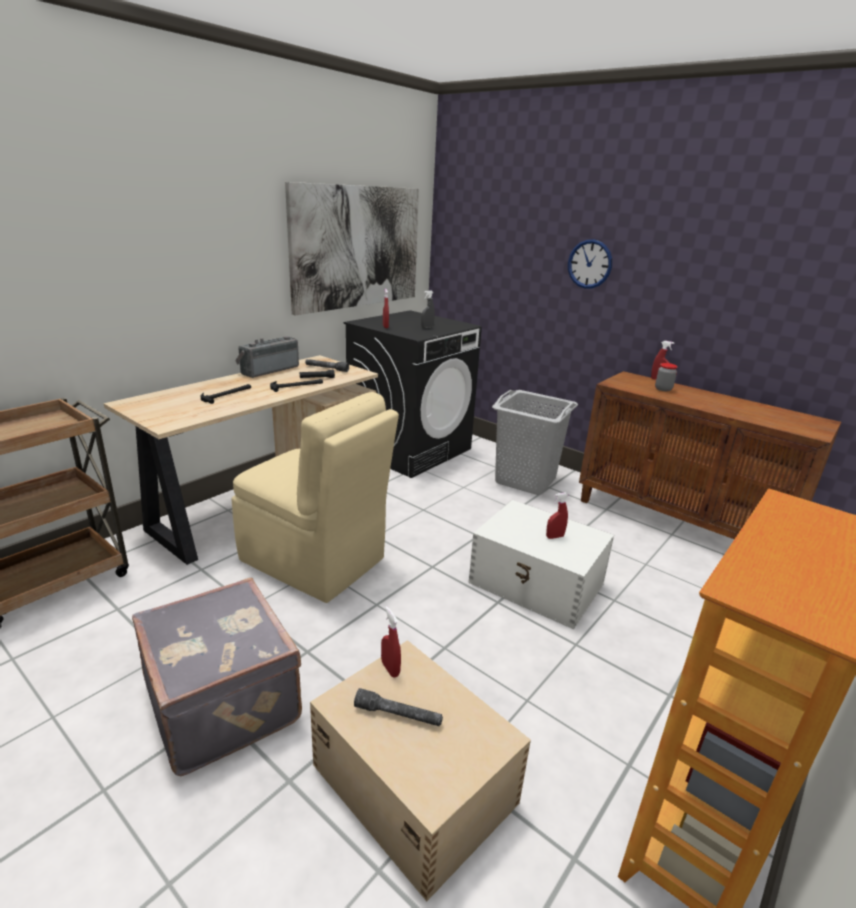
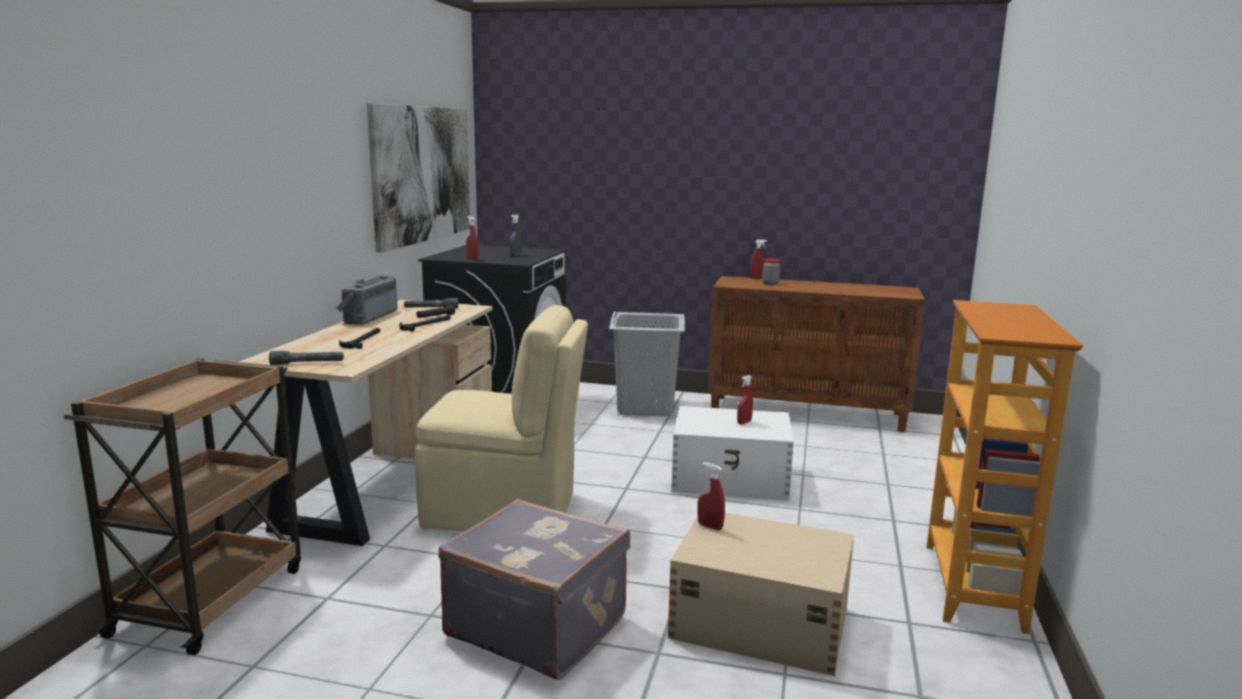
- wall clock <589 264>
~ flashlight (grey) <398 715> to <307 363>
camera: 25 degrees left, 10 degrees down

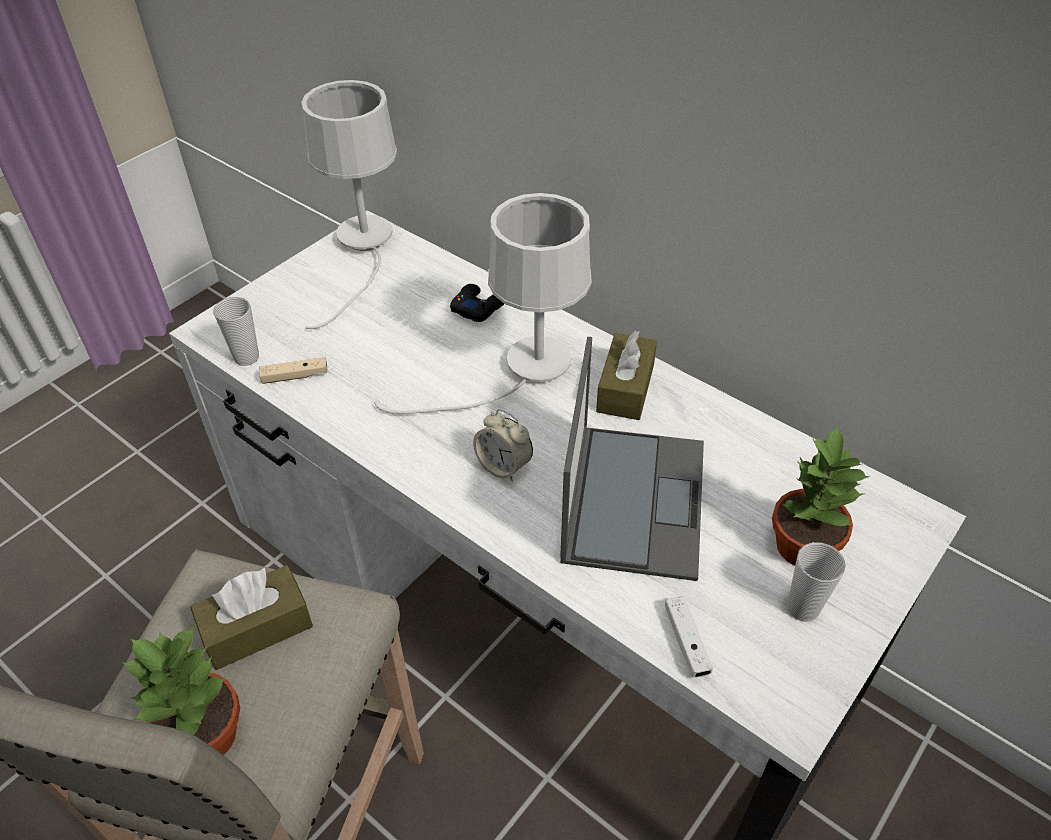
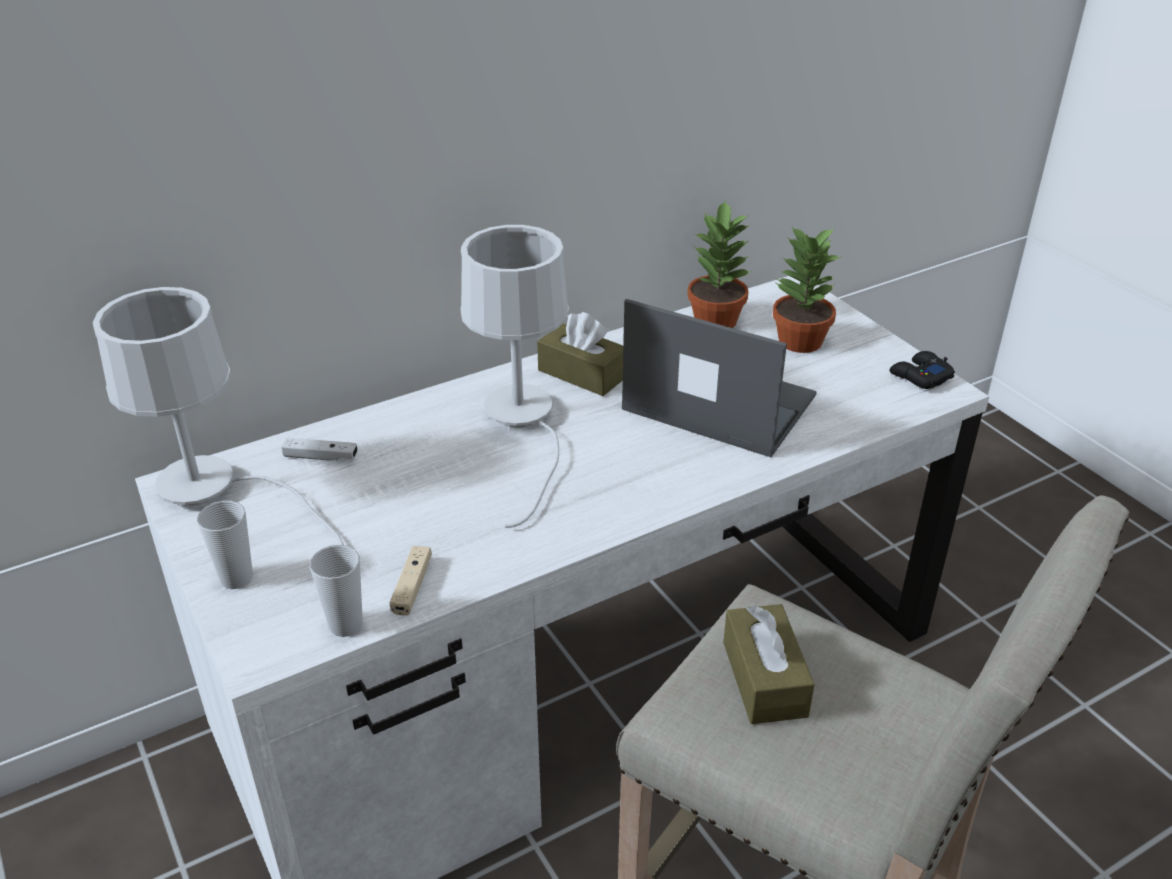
~ game controller (black) <477 307> to <920 376>
- alarm clock <503 466>
~ cup <803 608> to <236 578>
~ game controller (white) <686 642> to <321 457>
~ potted plant <207 737> to <716 321>
camera: 70 degrees left, 10 degrees down

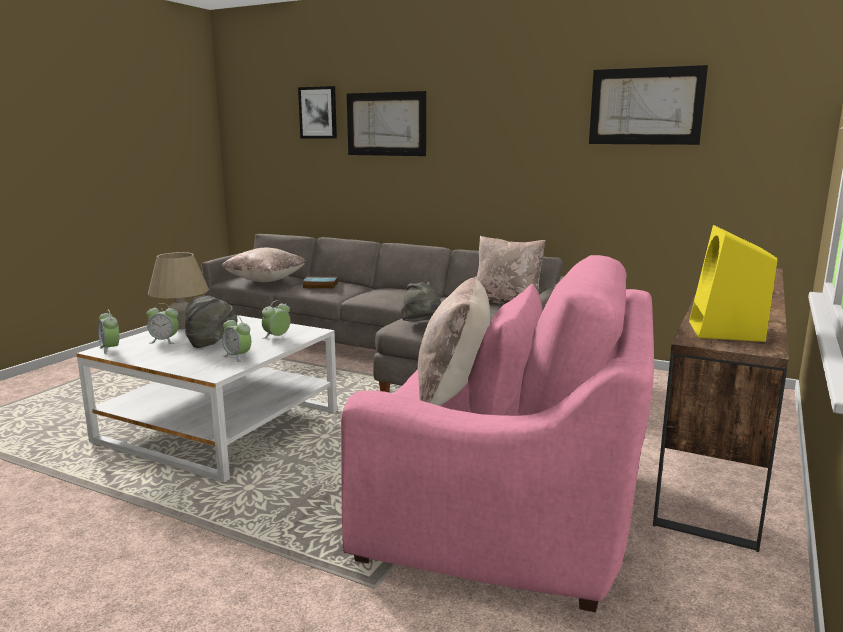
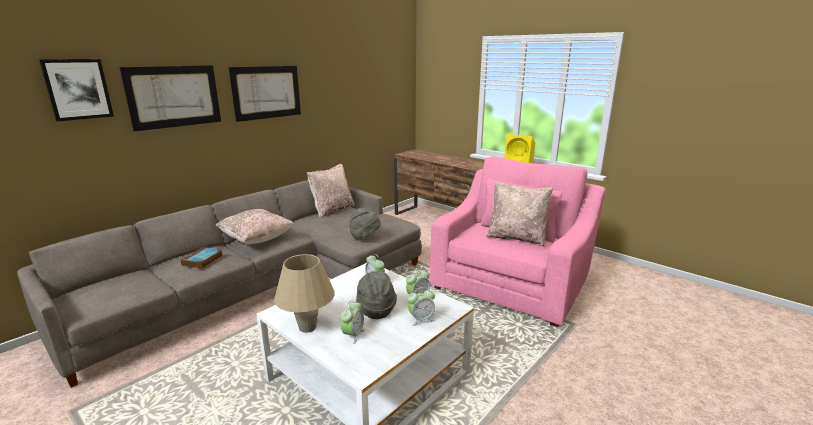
~ picture <645 106> to <267 92>
~ pillow (beige) <265 280> to <256 239>
~ alarm clock <110 349> to <421 319>
camera: 75 degrees left, 5 degrees up

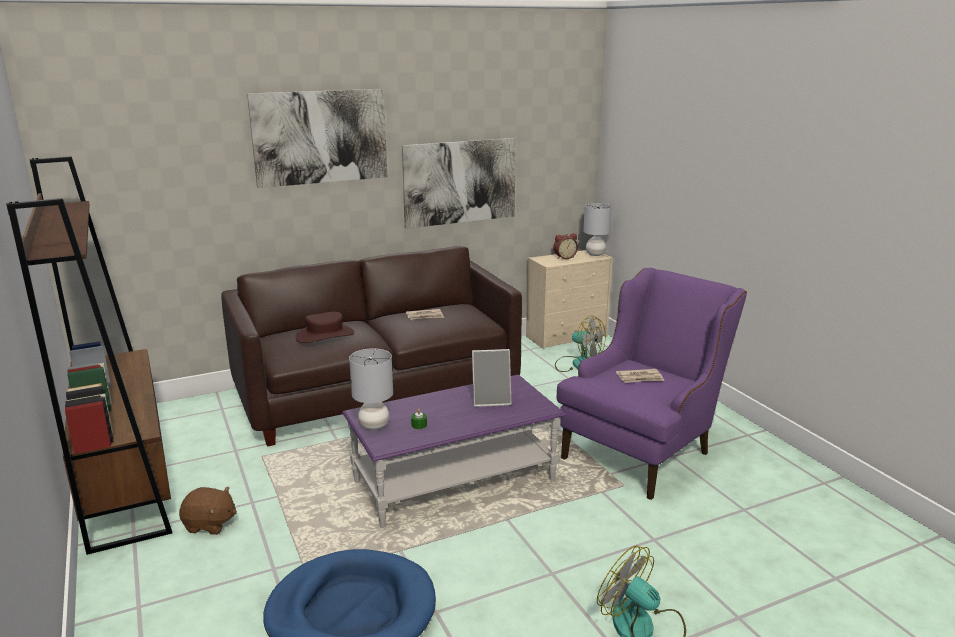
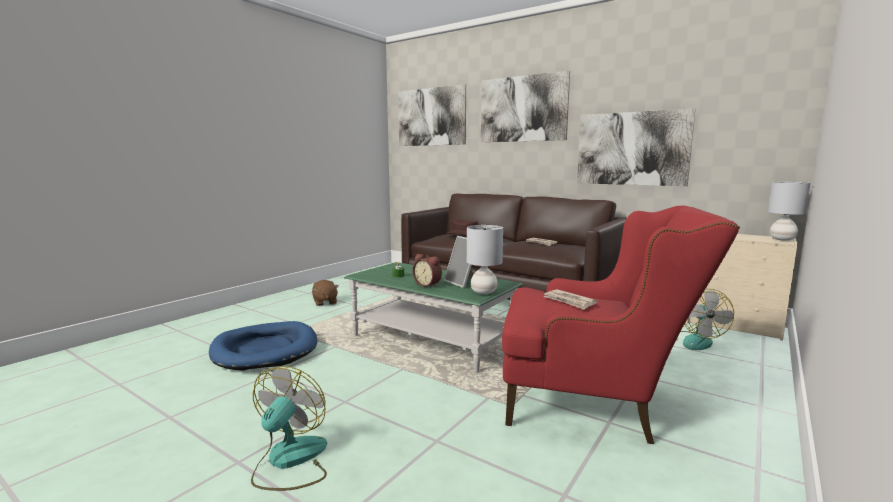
- bookcase (brown) <126 480>
~ alarm clock <564 257> to <428 285>
~ armchair (purple) <643 450> to armchair (red) <594 403>
~ table lamp (grey) <374 425> to <484 292>
~ coffee table (purple) <455 481> to coffee table (green) <431 341>
+ picture <431 117>
camera: 60 degrees right, 10 degrees down

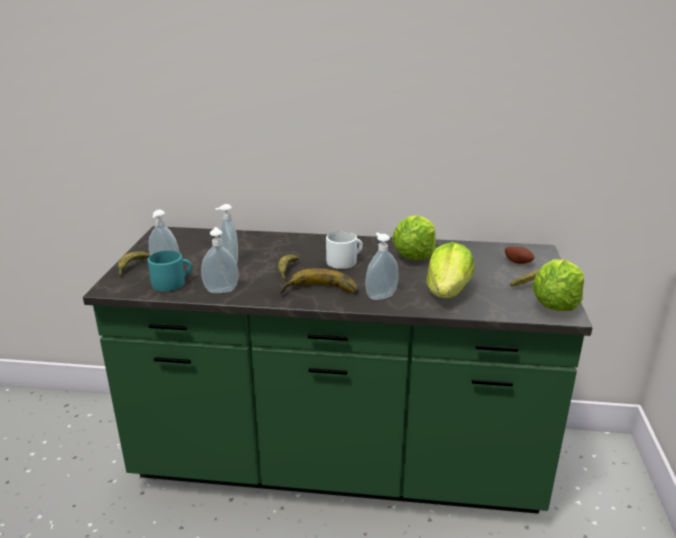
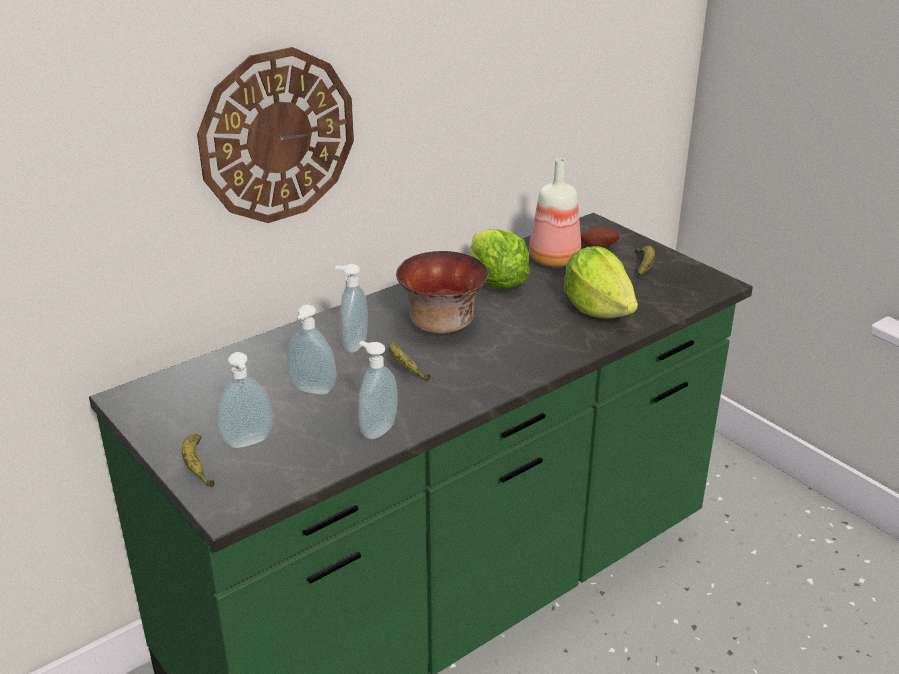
~ mug (white) <345 261> to bowl <441 323>
~ soap dispenser <380 296> to <353 345>
- mug (turquoise) <172 283>
- lettuce <555 304>
- banana <320 293>
+ wall clock <277 136>
+ bottle <556 260>
camera: 45 degrees left, 5 degrees up

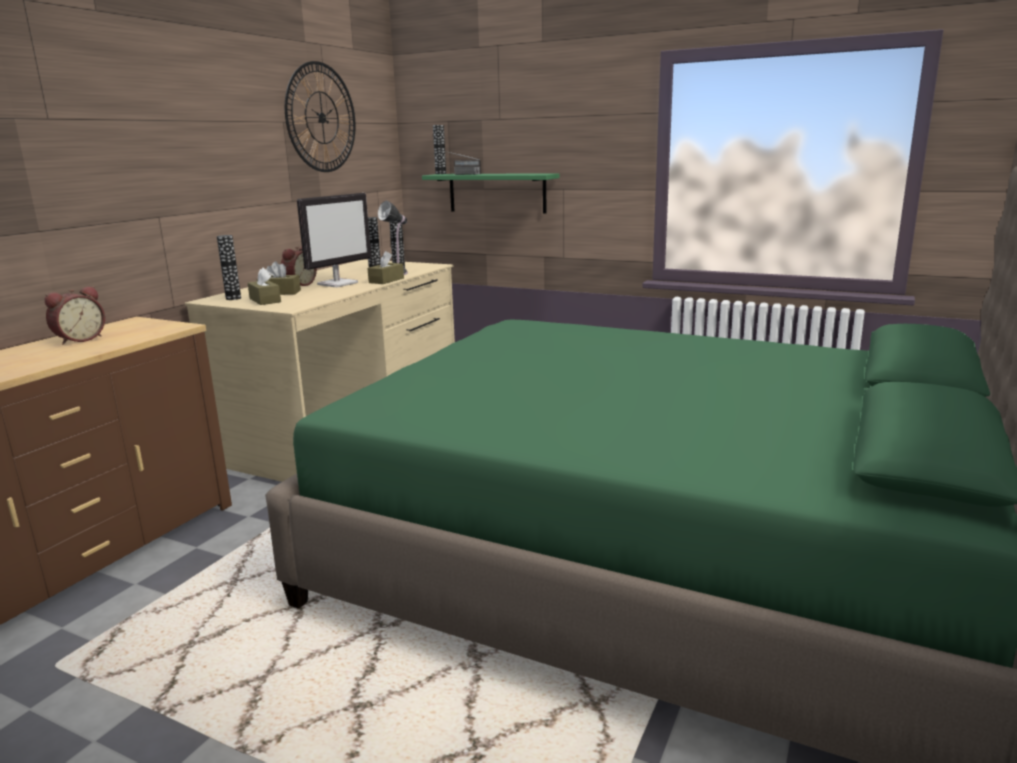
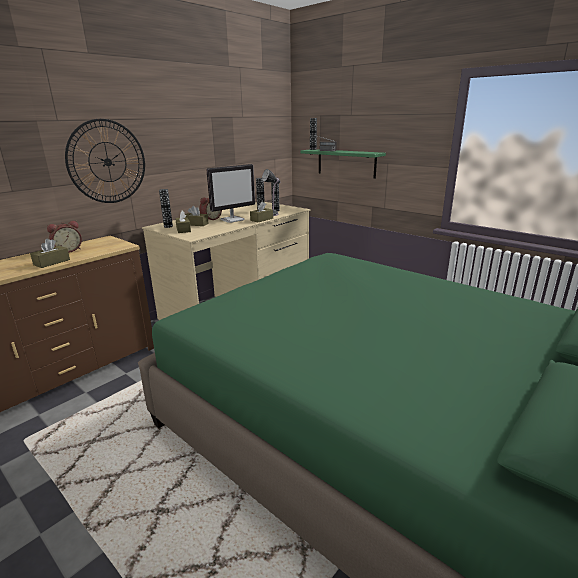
~ wall clock <321 118> to <107 162>
+ tissue box (brown) <52 262>
camera: 15 degrees right, 5 degrees up

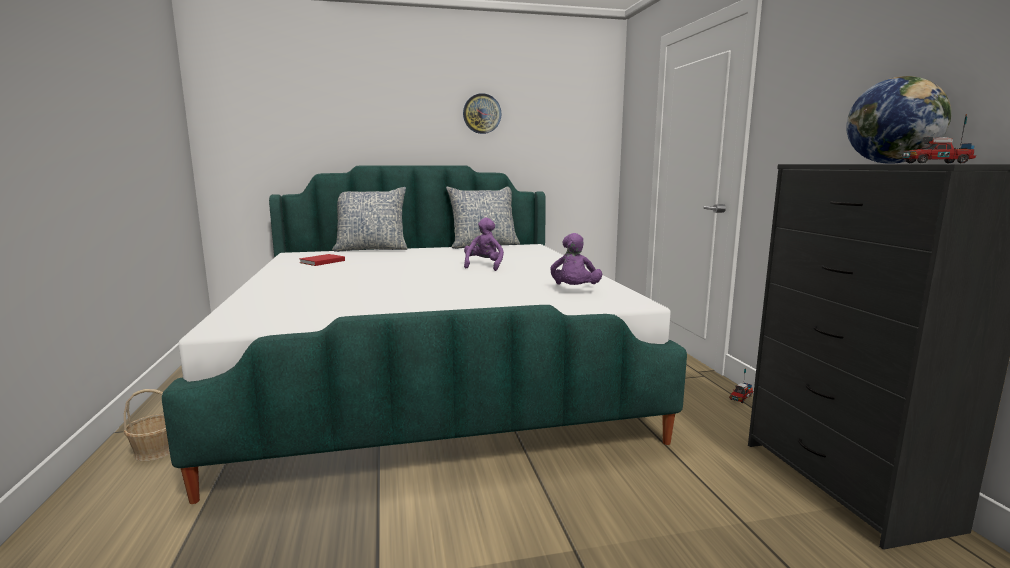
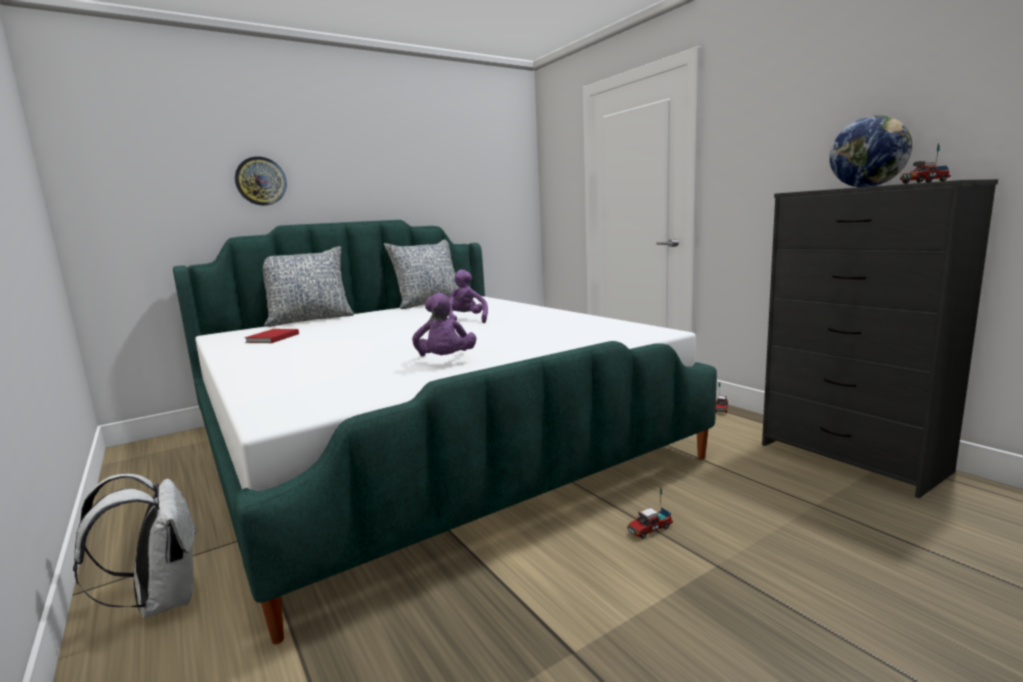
~ wall clock <482 113> to <260 181>
~ plush toy (purple) <574 290> to <445 361>
~ basket <155 451> to backpack (white) <161 600>
+ toy truck <649 529>
camera: 20 degrees left, 0 degrees up

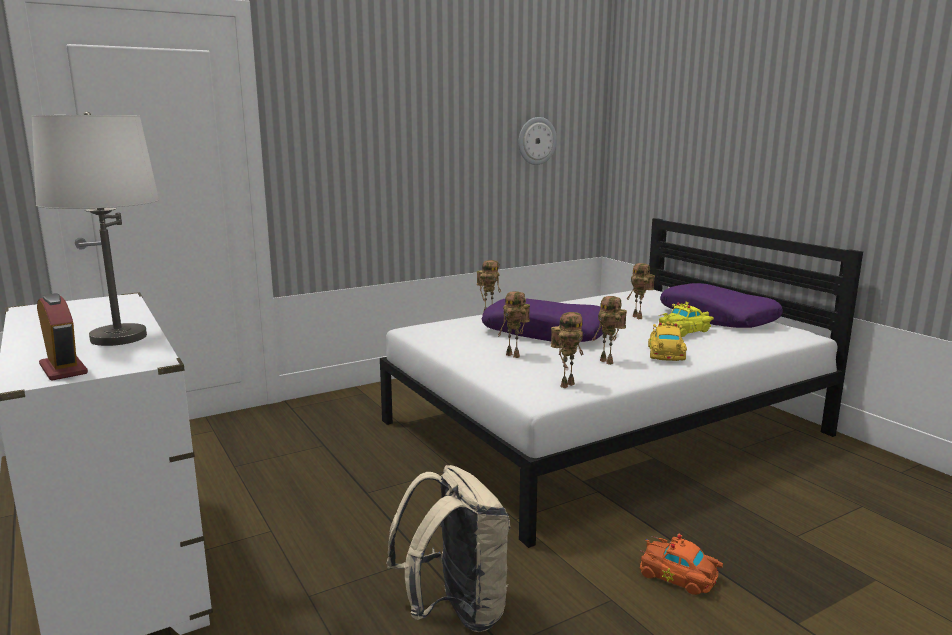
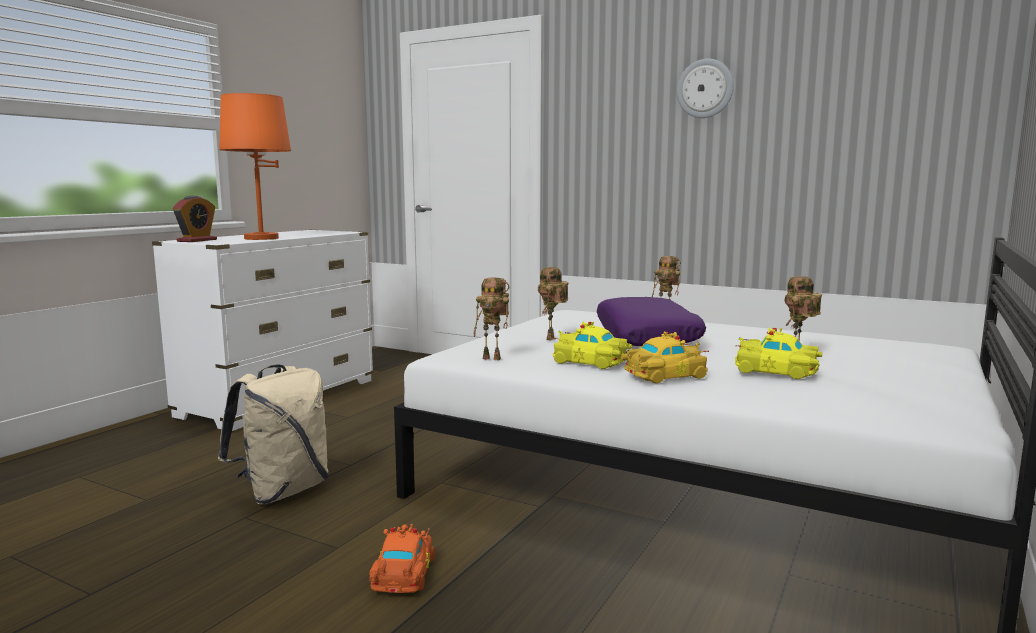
~ table lamp (white) <119 338> to table lamp (orange) <261 238>
~ wall clock <536 141> to <705 88>
- pillow (purple) <718 317>
~ toy robot <608 362> to toy car (yellow) <591 362>
camera: 60 degrees right, 5 degrees down

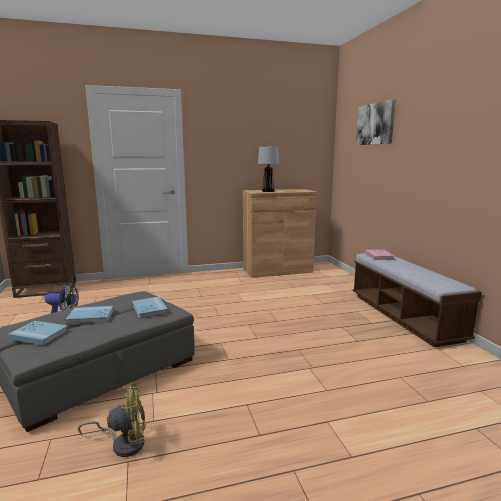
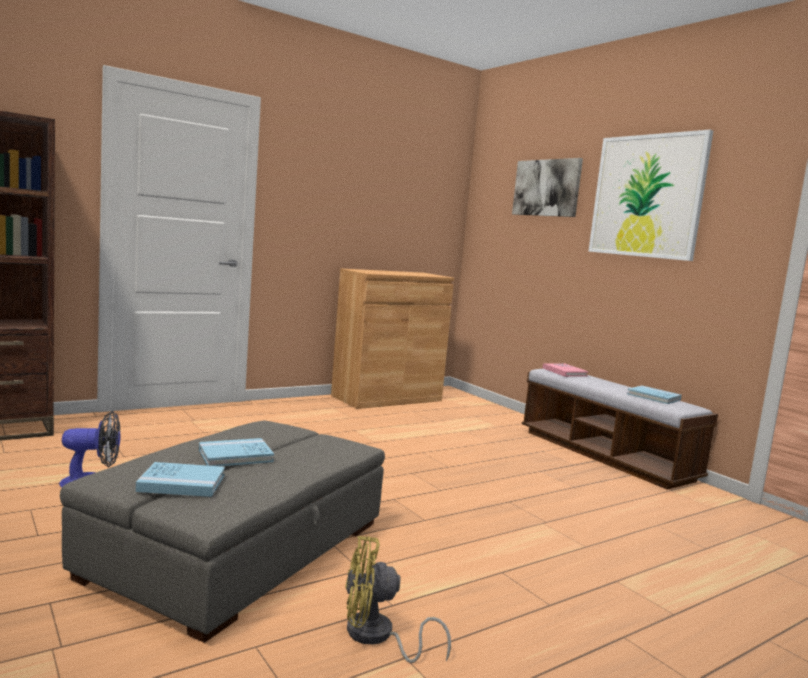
- table lamp <268 191>
~ book (blue) <149 309> to <653 397>
~ fan (yellow) <124 443> = <377 637> 150 degrees counterclockwise
+ picture <647 196>
camera: 20 degrees left, 5 degrees down

